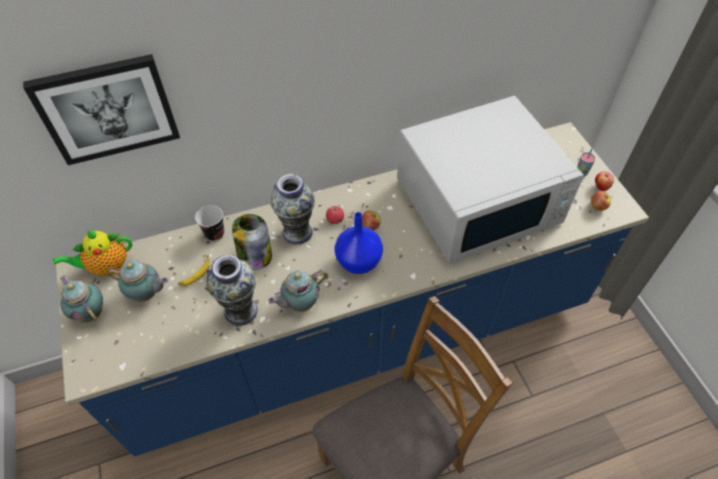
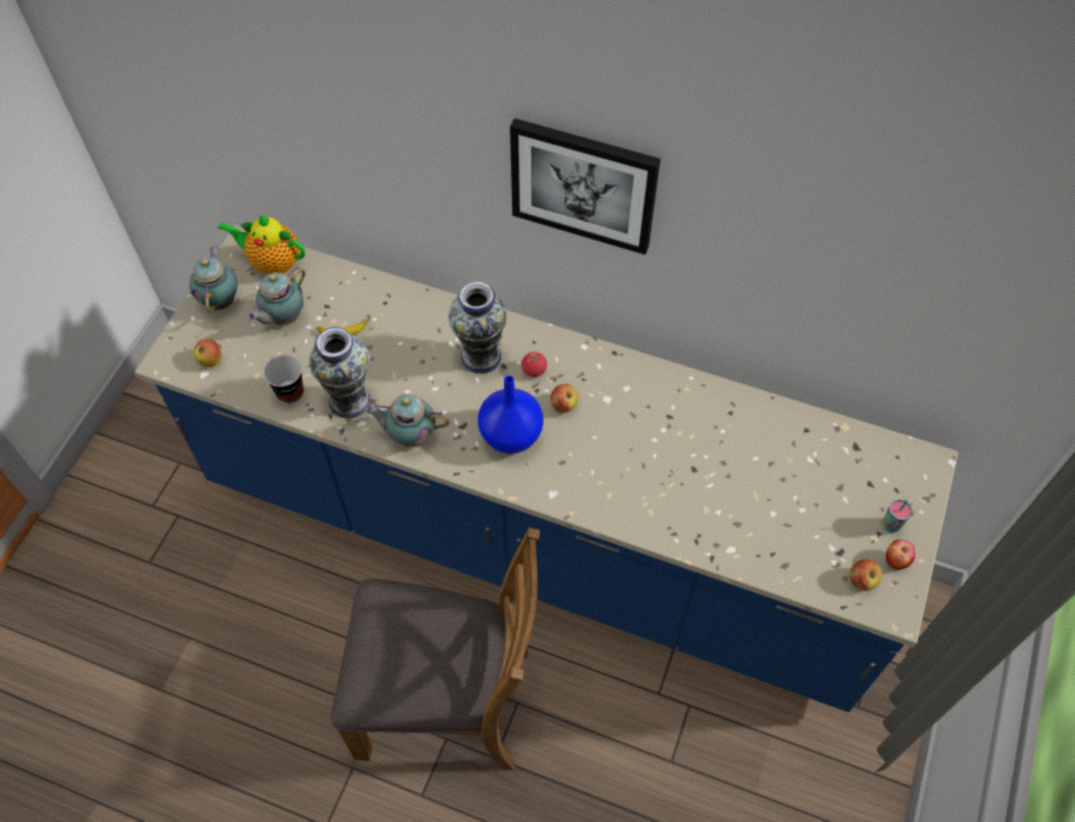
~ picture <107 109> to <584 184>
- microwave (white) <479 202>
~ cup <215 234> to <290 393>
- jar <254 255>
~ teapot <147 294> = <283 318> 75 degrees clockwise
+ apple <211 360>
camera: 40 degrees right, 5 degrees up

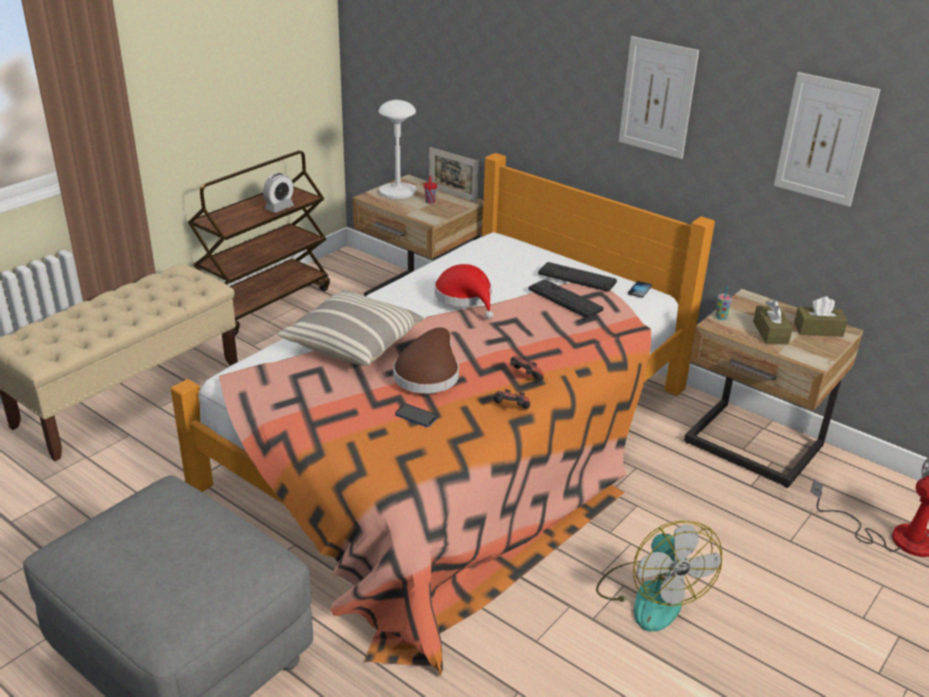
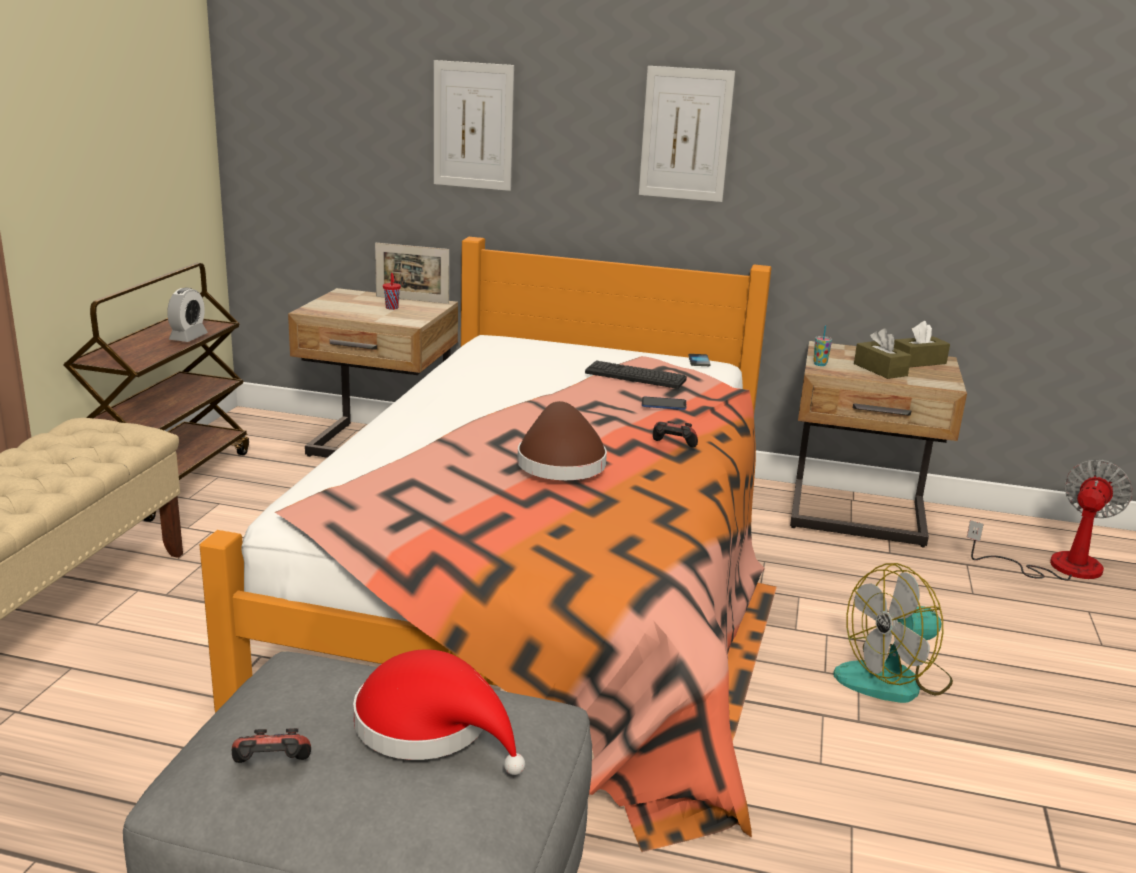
~ picture <824 139> to <473 126>
- table lamp (white) <398 192>
- keyboard <577 278>
~ hat (red) <466 297> to <431 727>
- pillow <354 343>
~ game controller <510 409> to <271 769>
~ phone <416 416> to <663 404>
~ fan <651 595> = <894 679> 105 degrees clockwise
camera: 25 degrees left, 10 degrees down

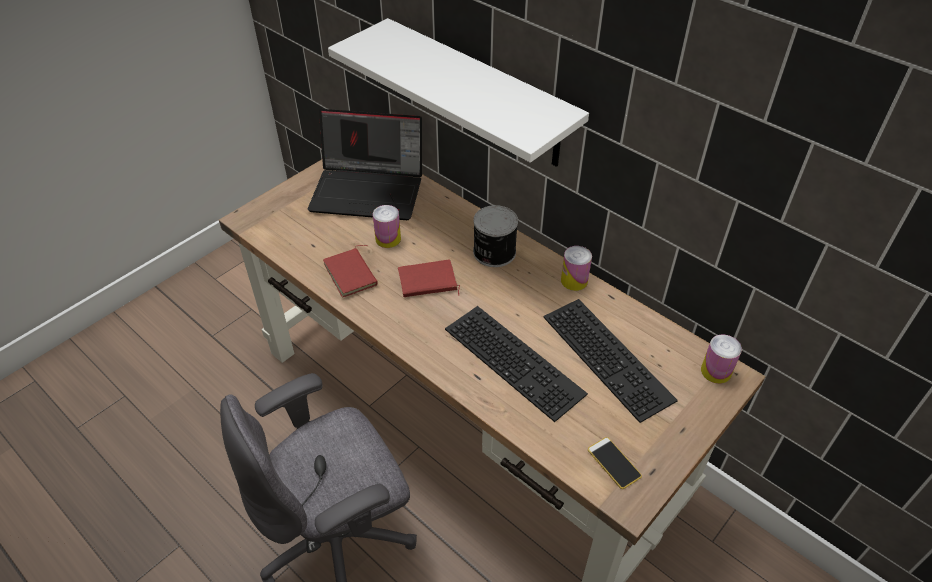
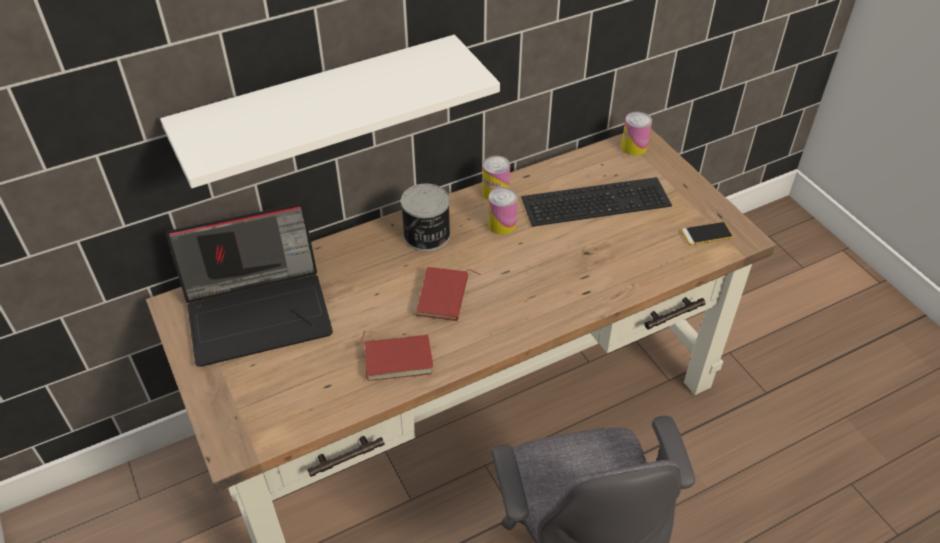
~ laptop <370 190> = <260 311> 45 degrees clockwise
~ can <388 239> to <502 224>
- keyboard <516 360>
camera: 70 degrees left, 0 degrees up

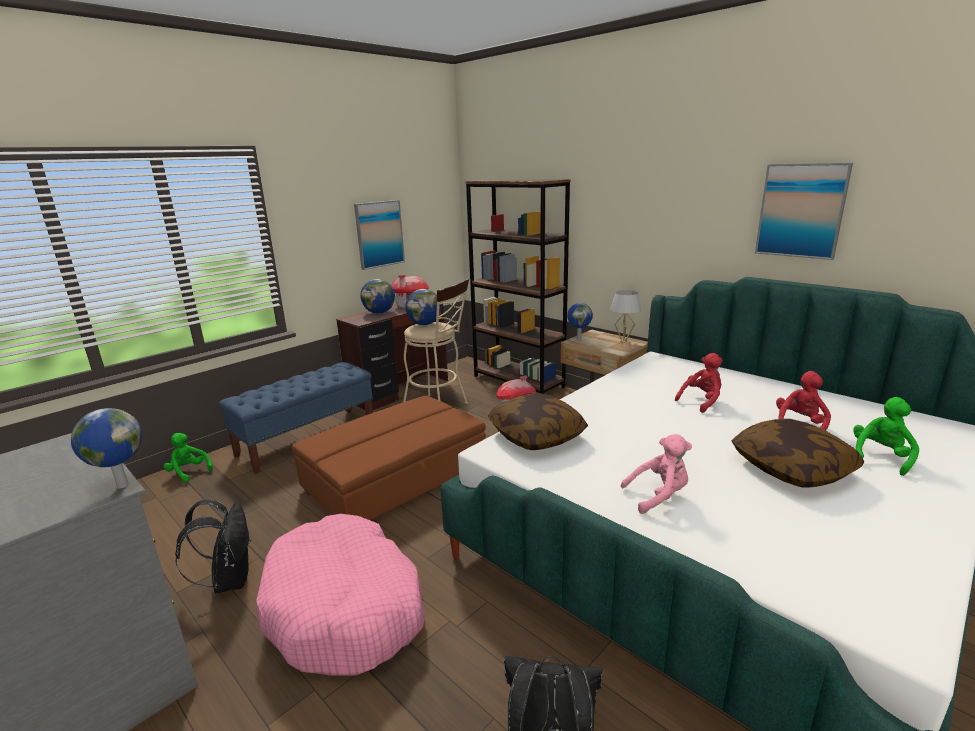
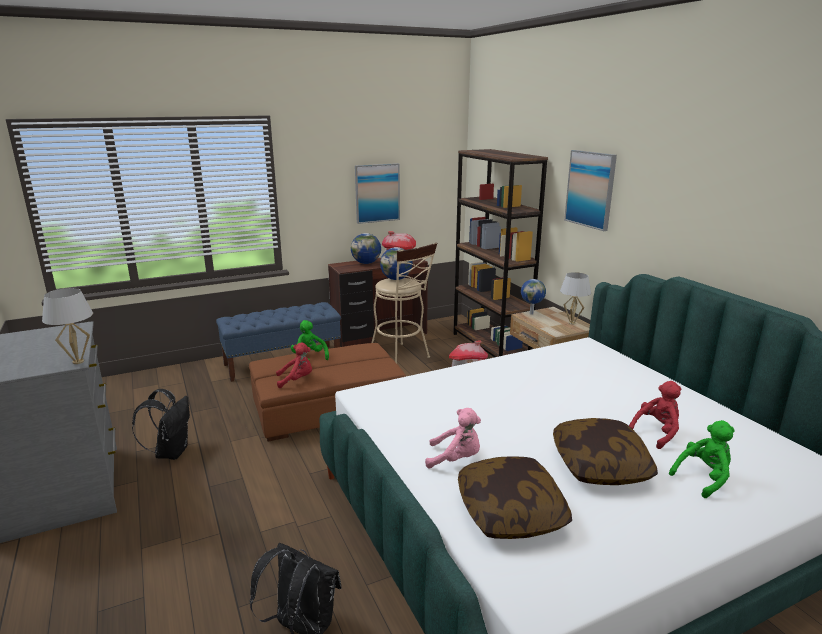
~ picture <801 211> to <590 189>
~ plush toy (red) <701 401> to <296 380>
~ pillow <536 435> to <511 512>
~ globe <121 485> to table lamp (white) <78 362>
~ plush toy (green) <189 472> to <309 357>
- dog bed (pink) <345 608>
camera: 20 degrees right, 0 degrees up

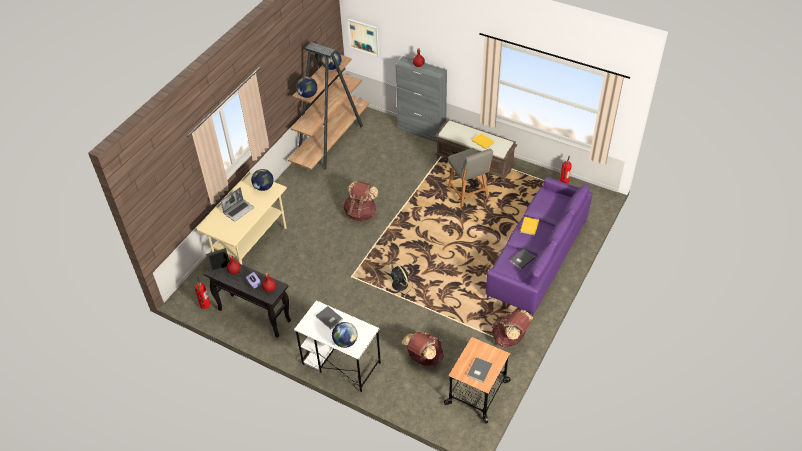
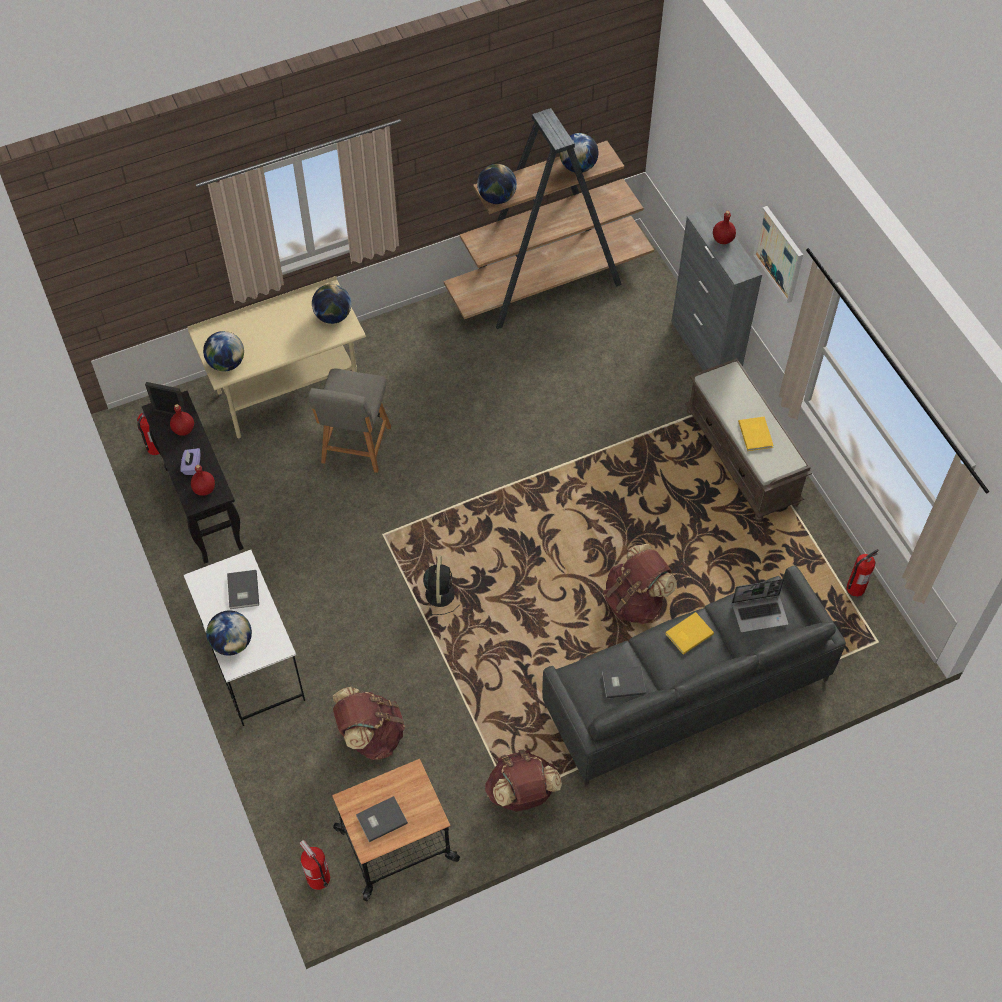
~ picture <364 36> to <779 253>
~ chair (grey) <468 193> to <355 447>
~ sofa (purple) <536 258> to sofa (grey) <685 691>
~ backpack (brown) <361 213> to <635 601>
~ laptop <239 210> to <760 613>
+ globe <226 363>
+ fire extinguisher <318 878>
camera: 35 degrees right, 10 degrees up

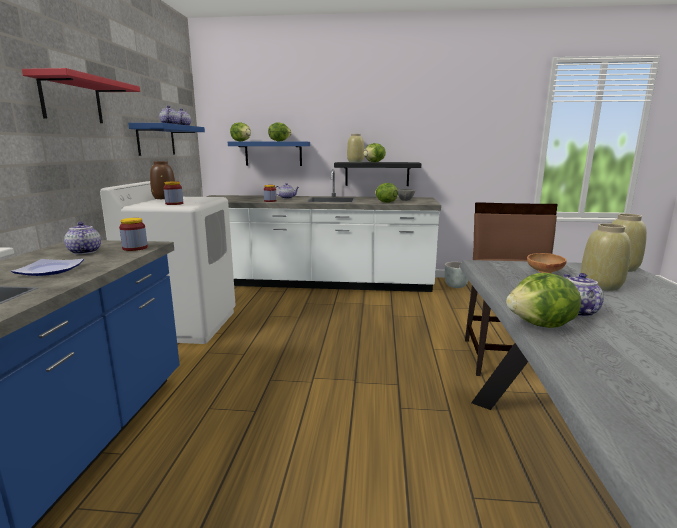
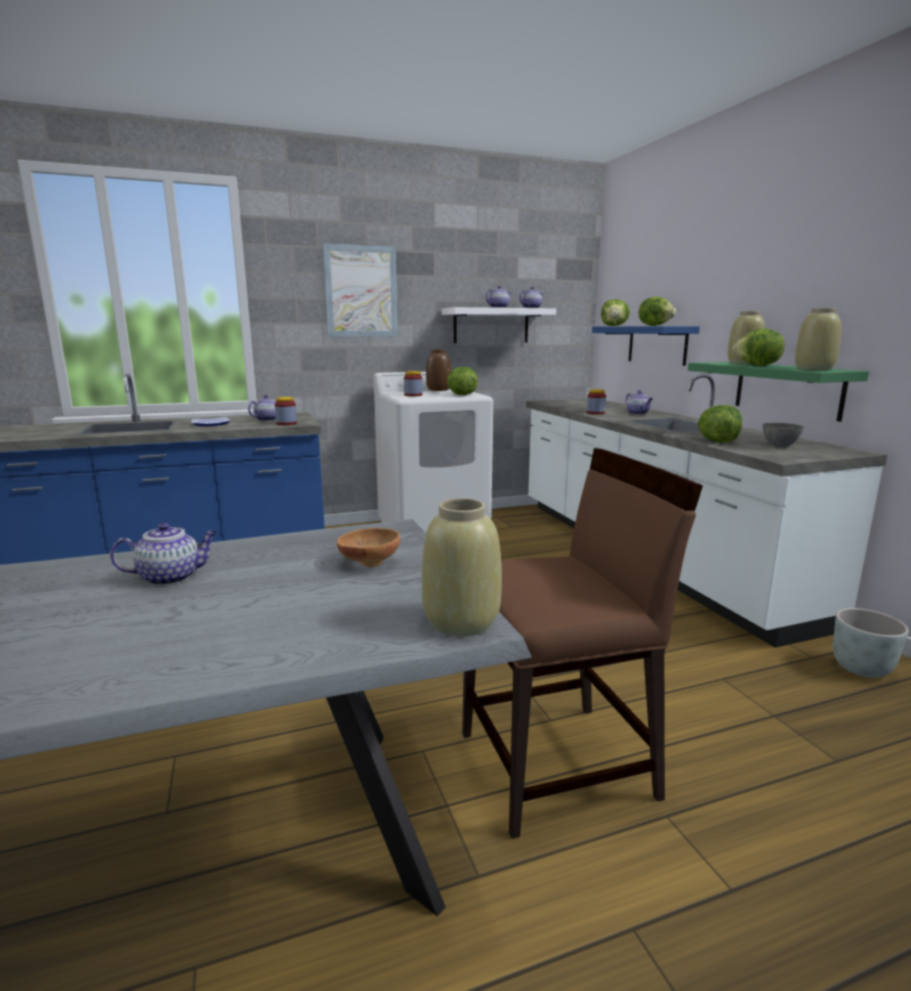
~ shelf (red) <72 100> to picture <361 291>
~ shelf (blue) <156 140> to shelf (white) <491 326>
~ shelf (black) <377 174> to shelf (green) <787 389>
~ vase (beige) <601 286> to <814 369>
~ lettuce <541 325> to <461 395>
camera: 65 degrees right, 0 degrees up

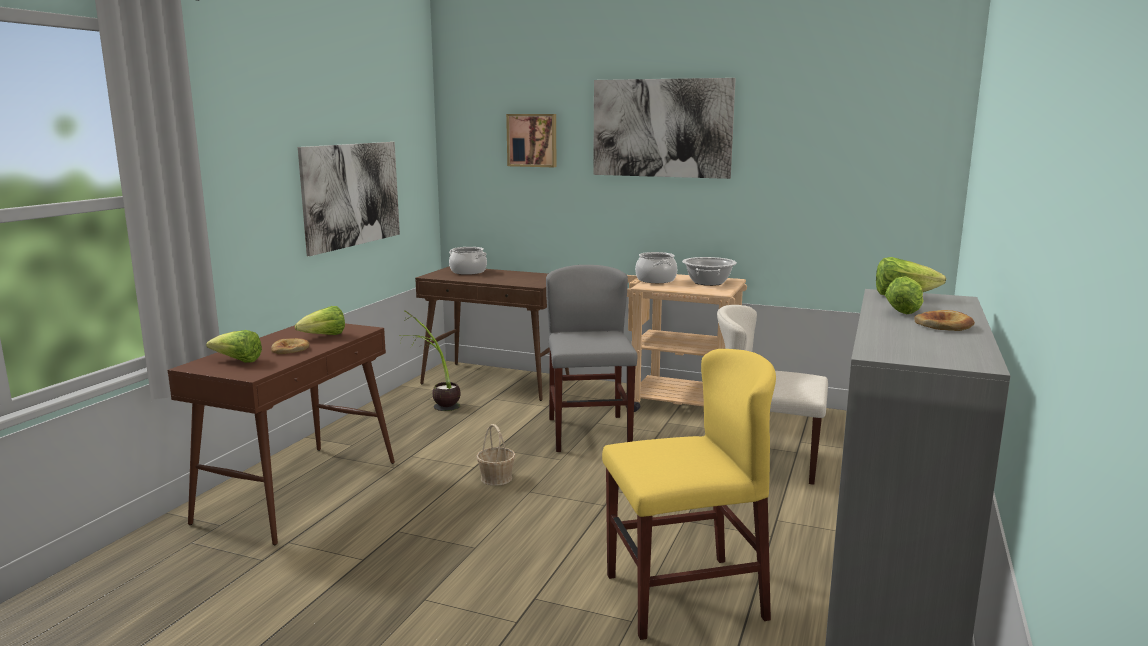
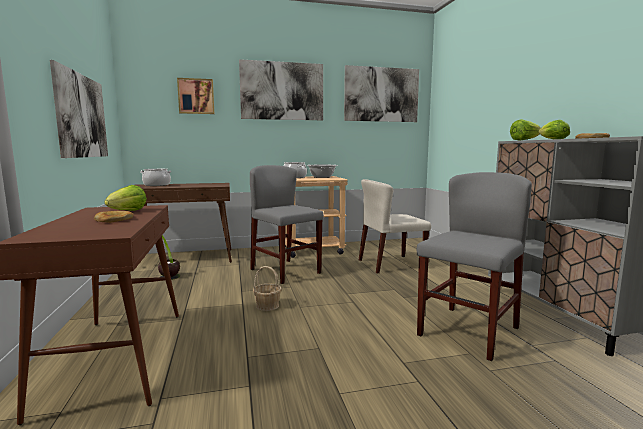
- lettuce <238 361>
~ chair (yellow) <684 596> to chair (grey) <468 331>
+ picture <381 94>
camera: 35 degrees left, 5 degrees down

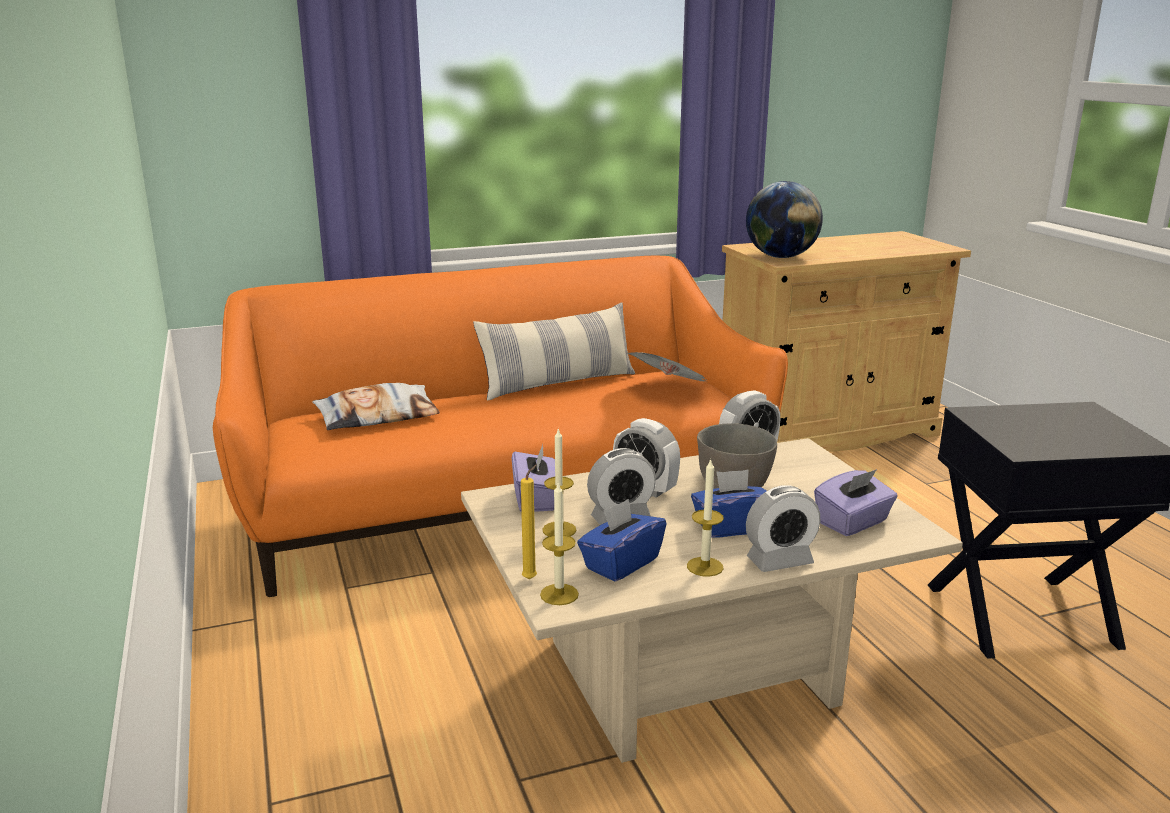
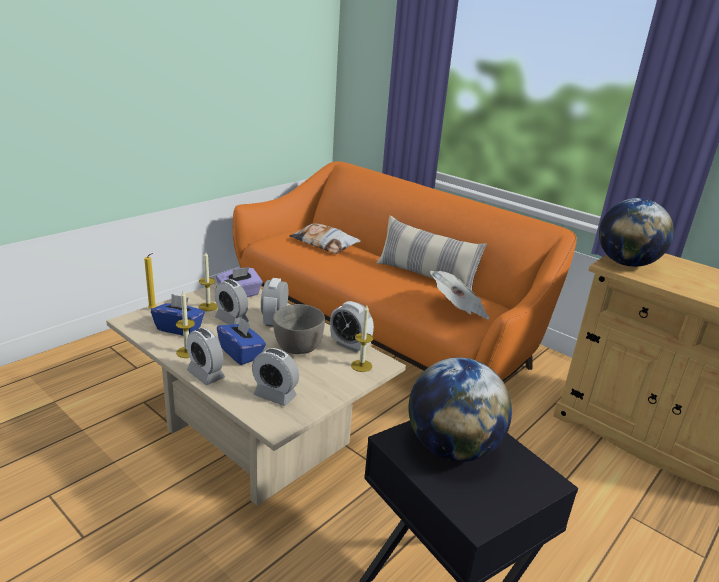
~ tissue box (purple) <853 522> to alarm clock <275 395>
~ candle <559 594> to <361 366>
+ globe <452 448>
camera: 60 degrees right, 5 degrees up

